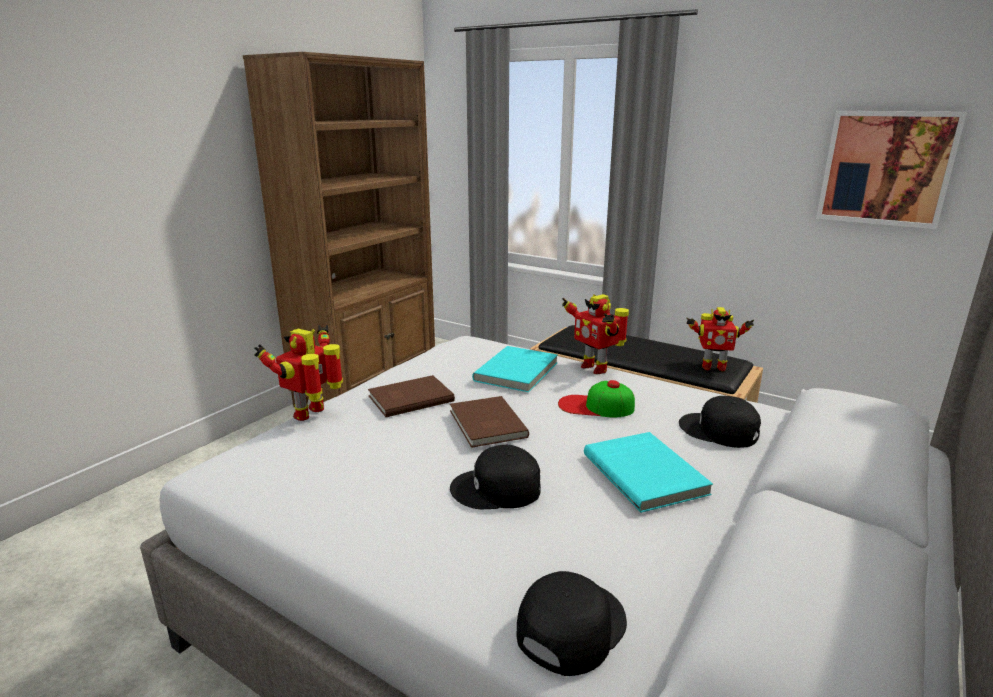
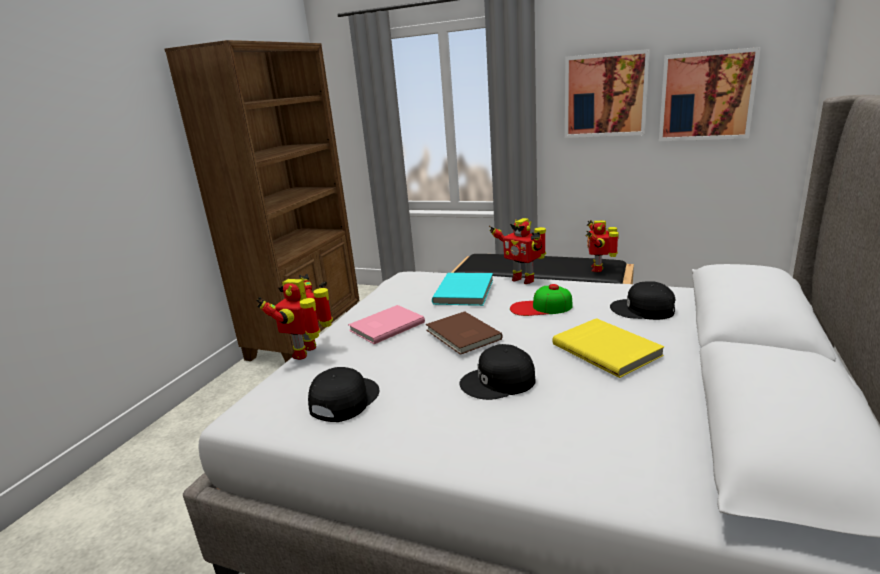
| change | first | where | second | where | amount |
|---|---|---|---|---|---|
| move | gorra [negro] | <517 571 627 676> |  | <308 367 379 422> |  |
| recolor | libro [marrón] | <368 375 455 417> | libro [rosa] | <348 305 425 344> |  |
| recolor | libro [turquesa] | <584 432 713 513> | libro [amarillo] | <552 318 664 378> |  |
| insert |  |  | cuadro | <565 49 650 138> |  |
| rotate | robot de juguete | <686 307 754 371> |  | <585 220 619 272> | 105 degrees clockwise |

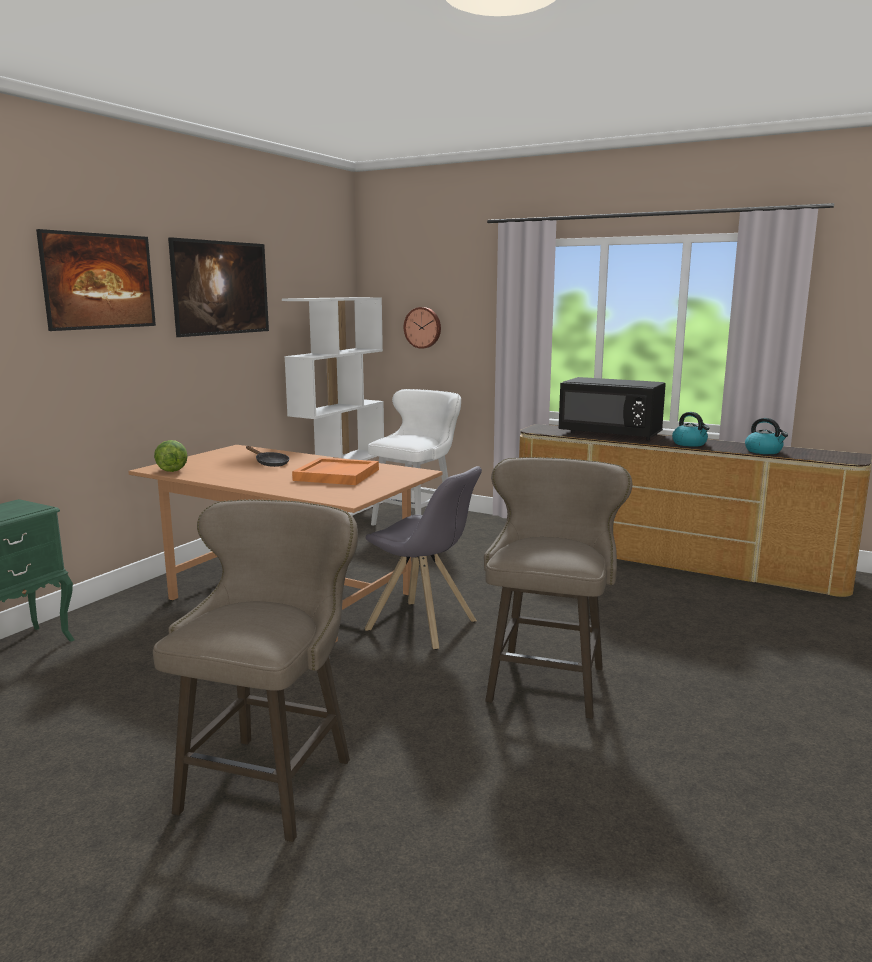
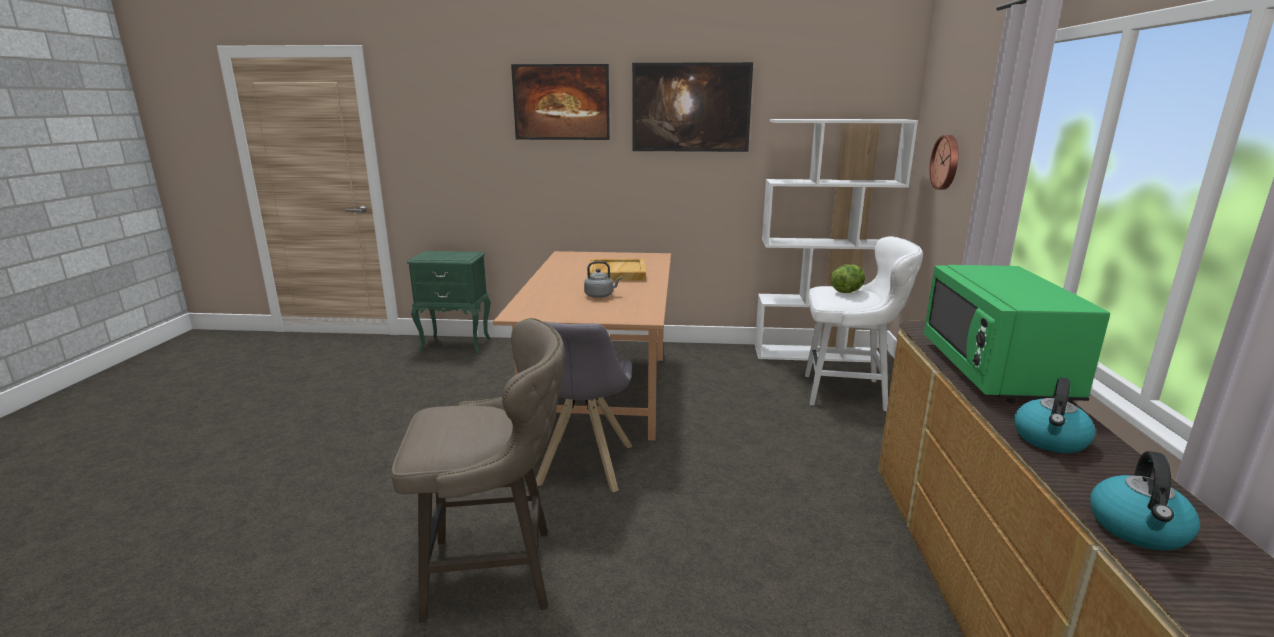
| change | first | where | second | where | amount |
|---|---|---|---|---|---|
| replace | bandeja [naranja] | <292 458 379 485> | hervidor [gris] | <584 261 622 298> |  |
| replace | sartén [negro] | <246 446 290 467> | bandeja [beis] | <587 258 646 281> |  |
| move | lechuga | <154 440 188 472> |  | <831 264 865 293> |  |
| recolor | microondas [negro] | <559 377 666 440> | microondas [verde] | <924 265 1110 403> |  |
| delete | taburete [beis] | <153 499 358 842> |  |  |  |

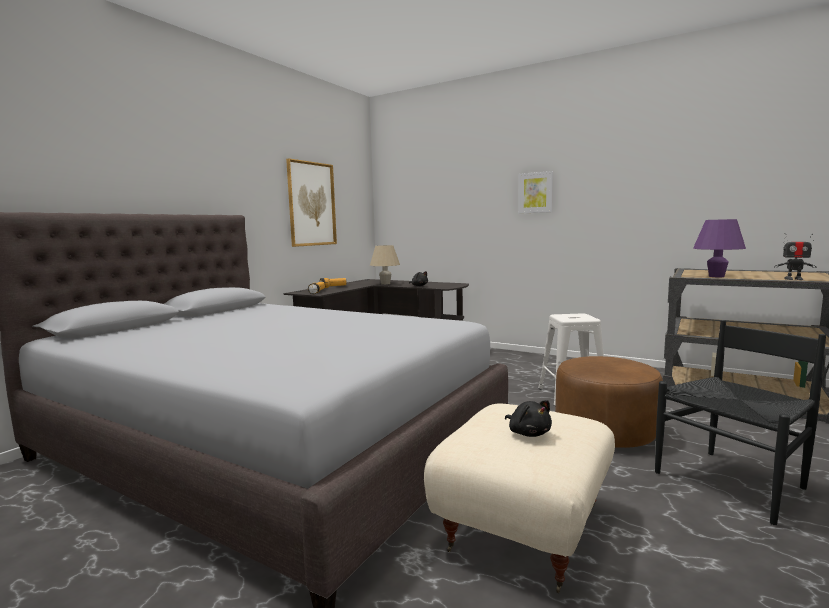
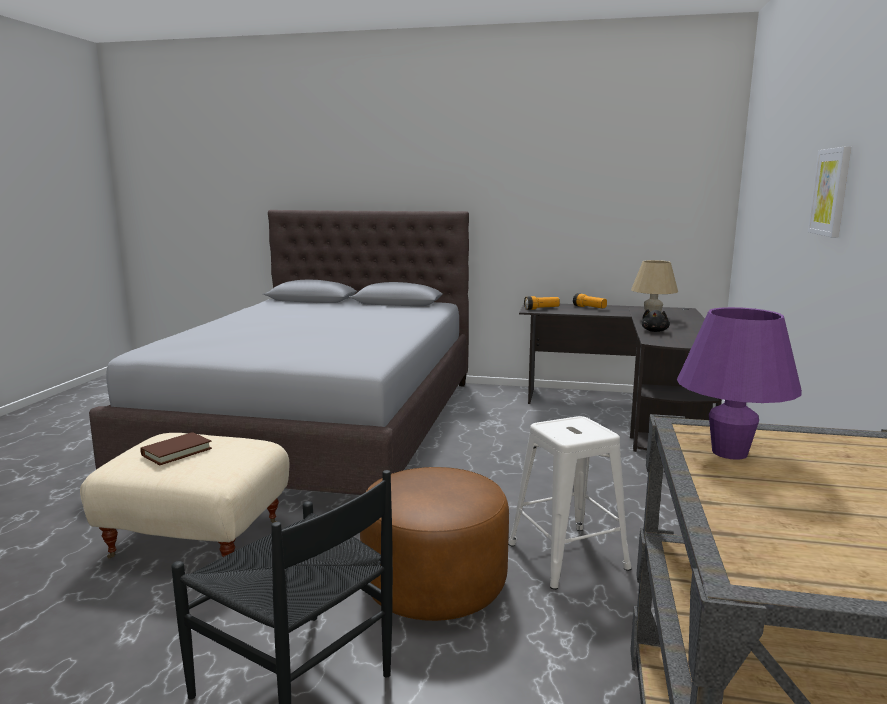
| change | first | where | second | where | amount |
|---|---|---|---|---|---|
| replace | peluche [negro] | <505 400 552 437> | libro [marrón] | <140 432 212 465> |  |
| delete | cuadro | <286 158 337 247> |  |  |  |
| delete | robot de juguete | <774 233 816 280> |  |  |  |

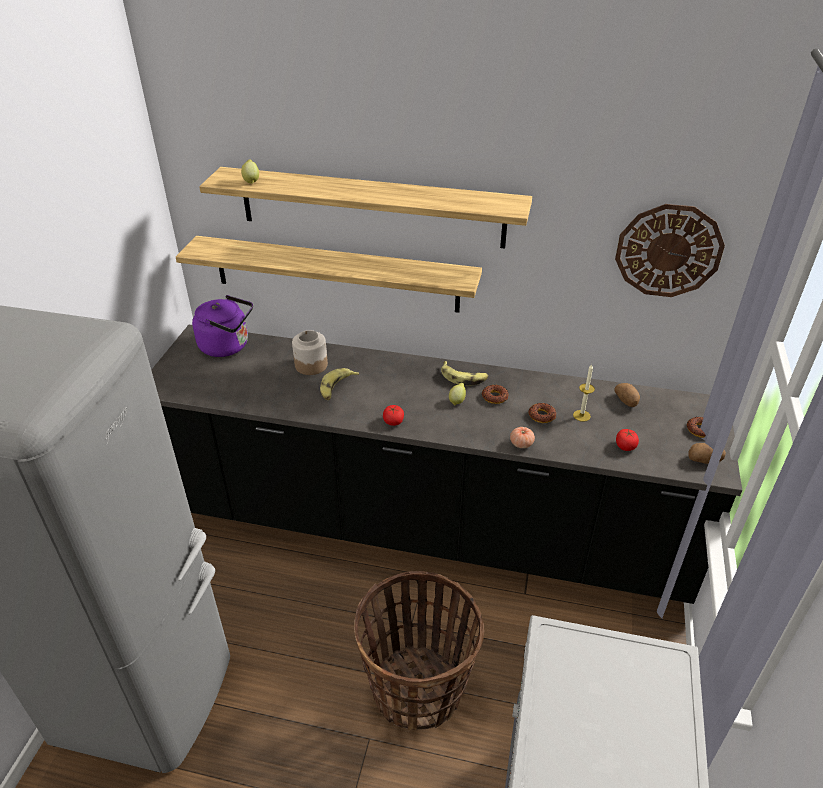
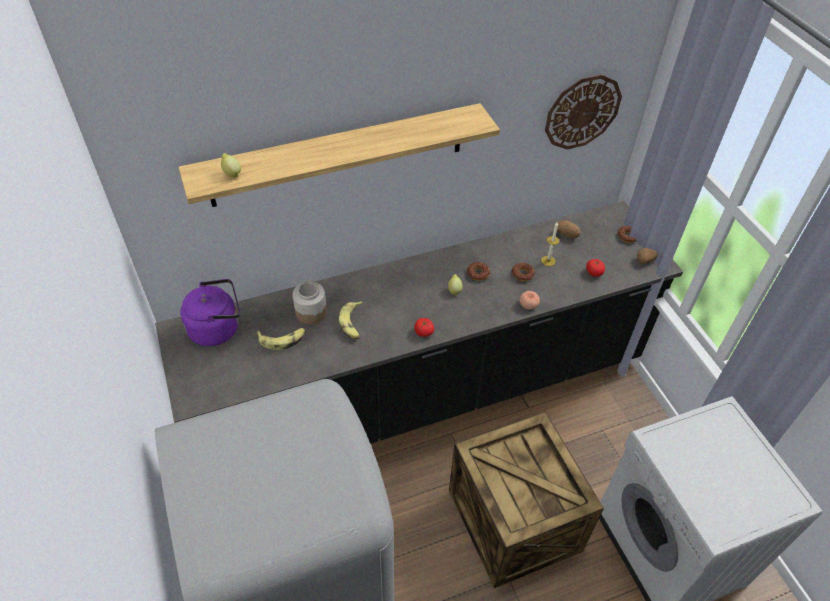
| change | first | where | second | where | amount |
|---|---|---|---|---|---|
| move | plátano | <441 361 488 386> |  | <257 328 305 350> |  |
| replace | cesta | <354 571 484 730> | caja de embalaje | <449 412 604 588> |  |
| delete | estante | <176 236 482 313> |  |  |  |

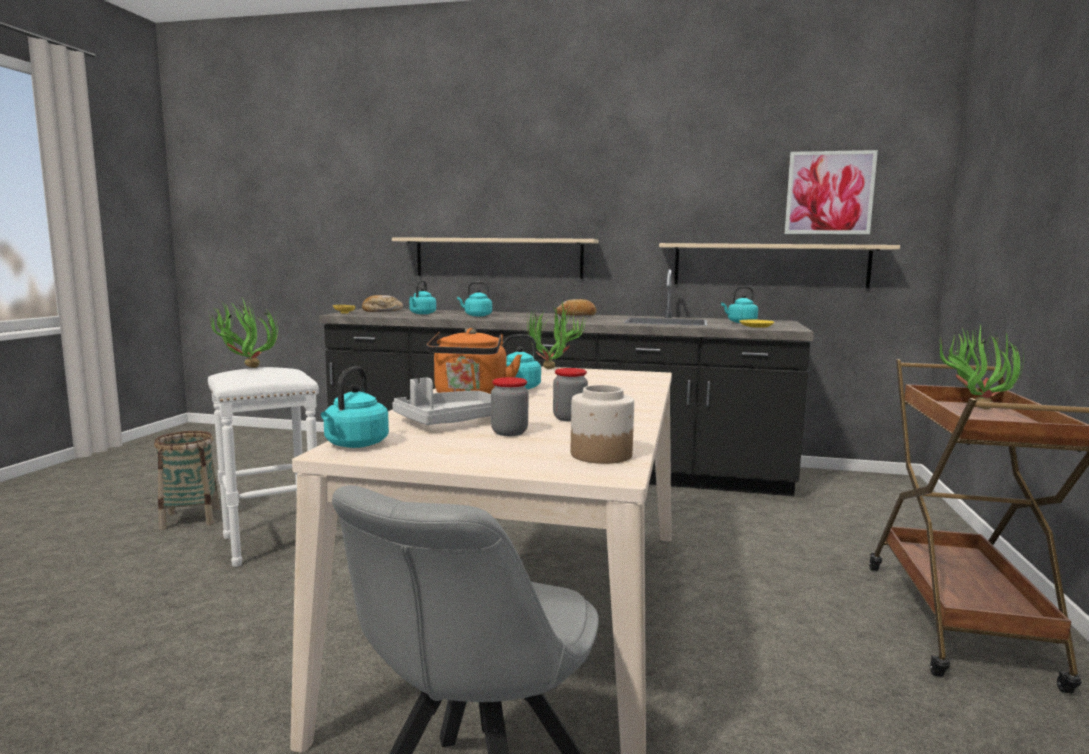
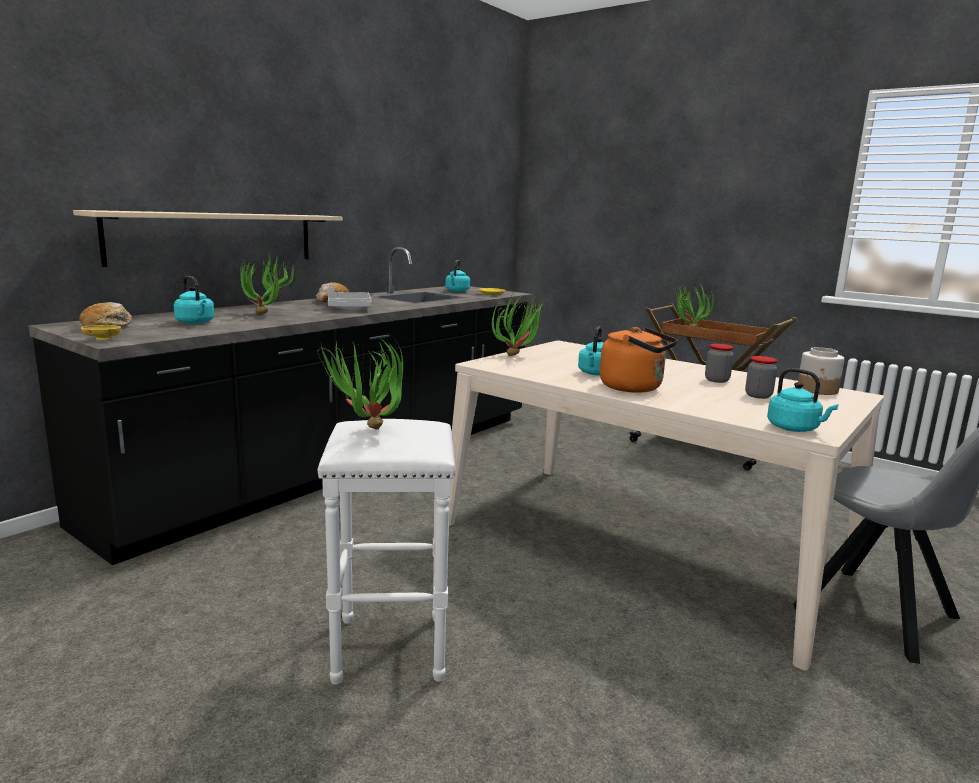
| change | first | where | second | where | amount |
|---|---|---|---|---|---|
| replace | hervidor [turquesa] | <457 281 492 316> | planta en maceta | <240 253 294 314> |  |
| move | bandeja [gris] | <392 378 491 425> |  | <328 286 372 309> |  |
| delete | cesta | <154 431 220 530> |  |  |  |
| delete | estante [beis] | <659 243 900 288> |  |  |  |
| delete | cuadro | <784 150 878 234> |  |  |  |

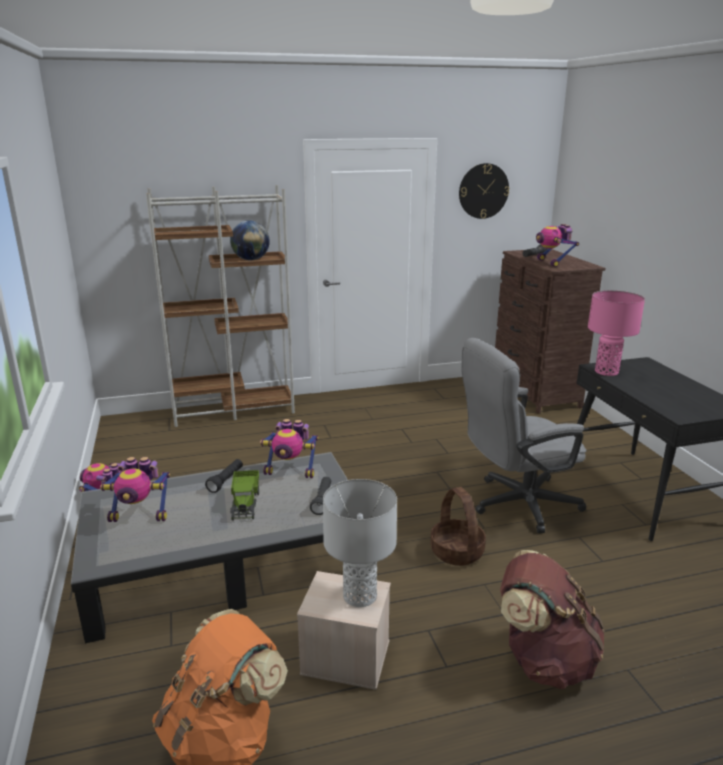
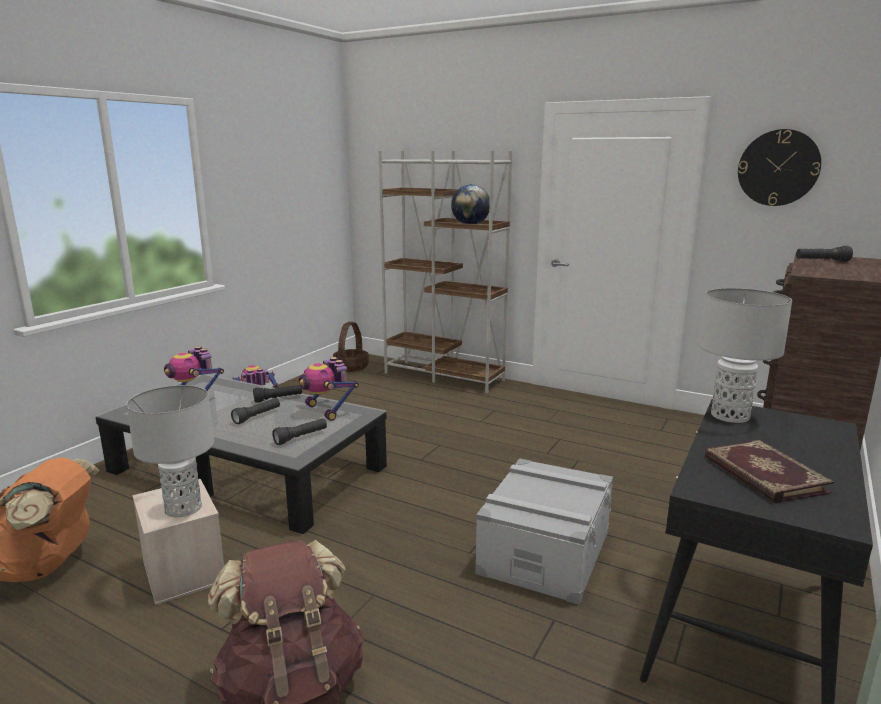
| change | first | where | second | where | amount |
|---|---|---|---|---|---|
| replace | camión de juguete | <230 470 259 520> | linterna [negro] | <231 398 280 424> |  |
| move | cesta | <431 487 486 566> |  | <333 322 369 372> |  |
| replace | silla de oficina [gris] | <461 338 586 533> | caja de almacenaje [gris] | <475 458 613 605> |  |
| recolor | lámpara de mesa [rosa] | <588 290 645 376> | lámpara de mesa [blanco] | <698 288 792 423> |  |
| insert |  |  | libro | <705 440 834 503> |  |
| delete | robot de juguete | <536 224 579 267> |  |  |  |

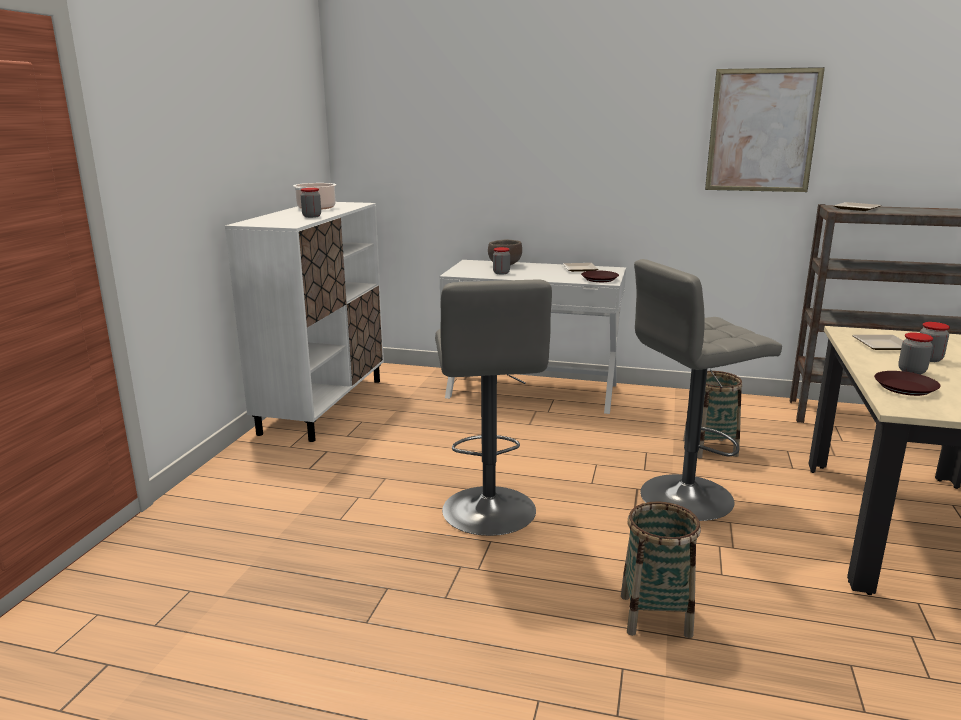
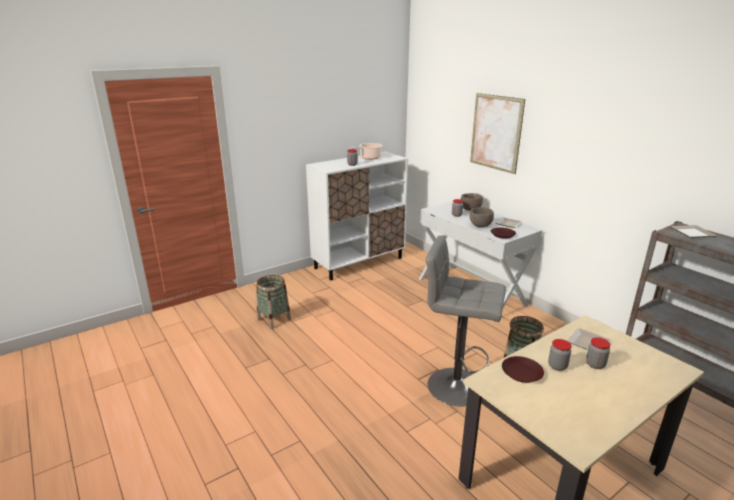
| change | first | where | second | where | amount |
|---|---|---|---|---|---|
| move | cesta | <621 502 701 638> |  | <256 275 291 329> |  |
| insert |  |  | cuenco [marrón] | <469 207 494 228> |  |
| move | cuadro | <705 67 825 192> |  | <470 93 525 174> |  |
| delete | taburete [gris] | <435 280 552 536> |  |  |  |

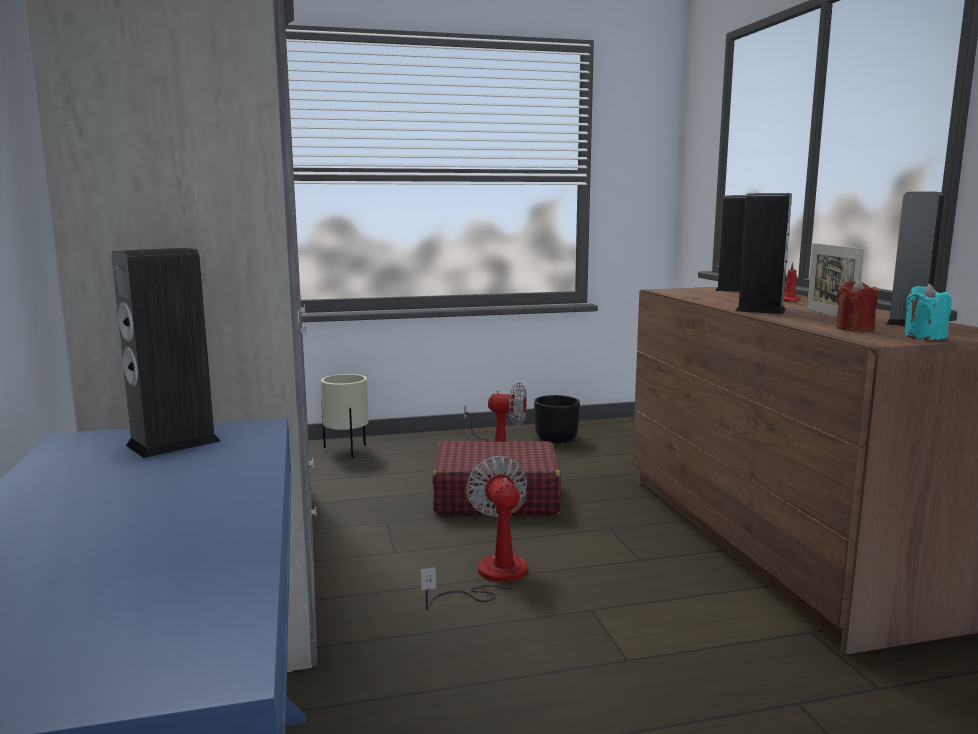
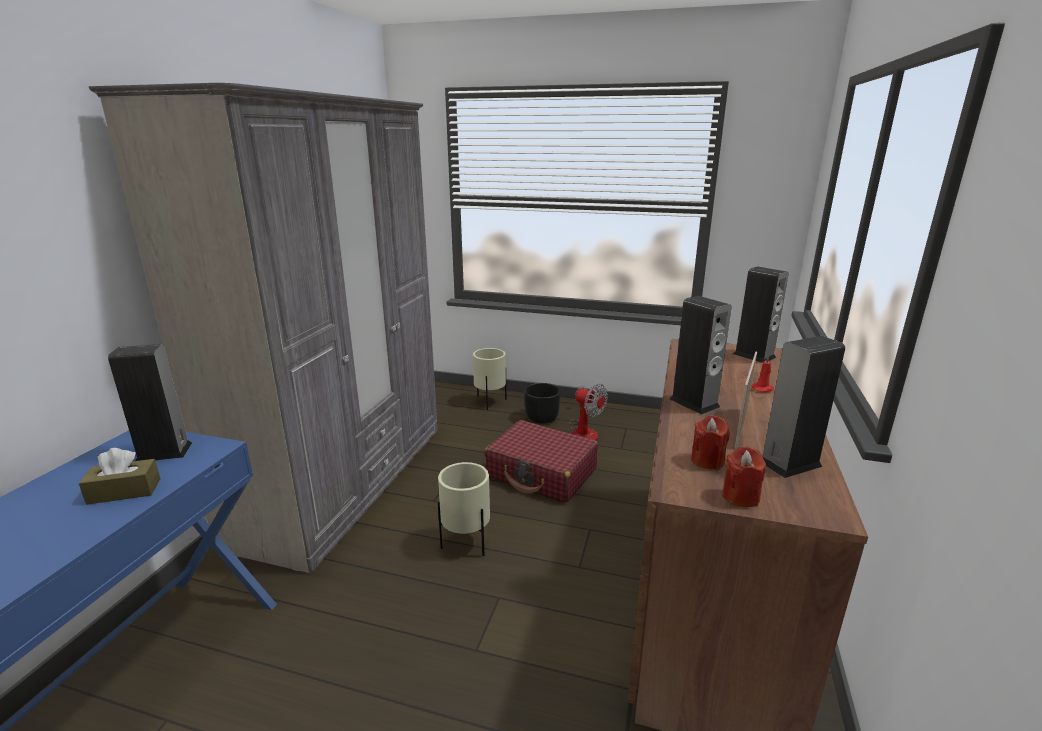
| change | first | where | second | where | amount |
|---|---|---|---|---|---|
| insert |  |  | caja de pañuelos [marrón] | <79 448 160 505> |  |
| replace | ventilador | <421 456 528 611> | maceta [beis] | <438 462 490 556> |  |
| move | maceta [negro] | <534 395 580 443> |  | <524 383 561 424> |  |
| recolor | vela [turquesa] | <904 284 952 340> | vela [rojo] | <722 447 766 507> |  |

